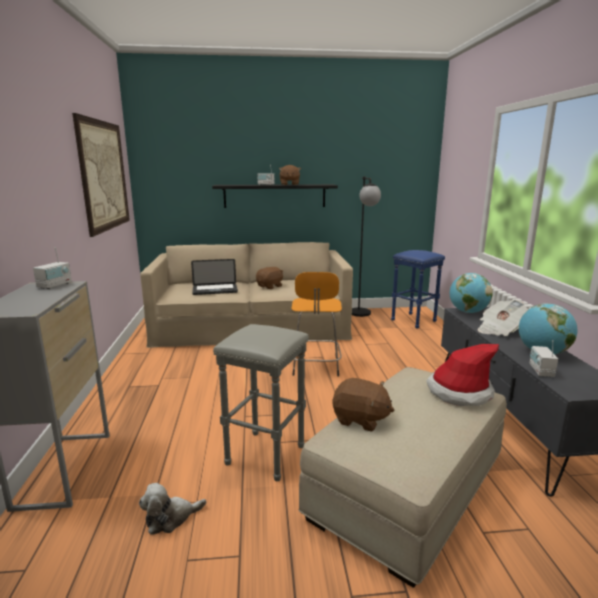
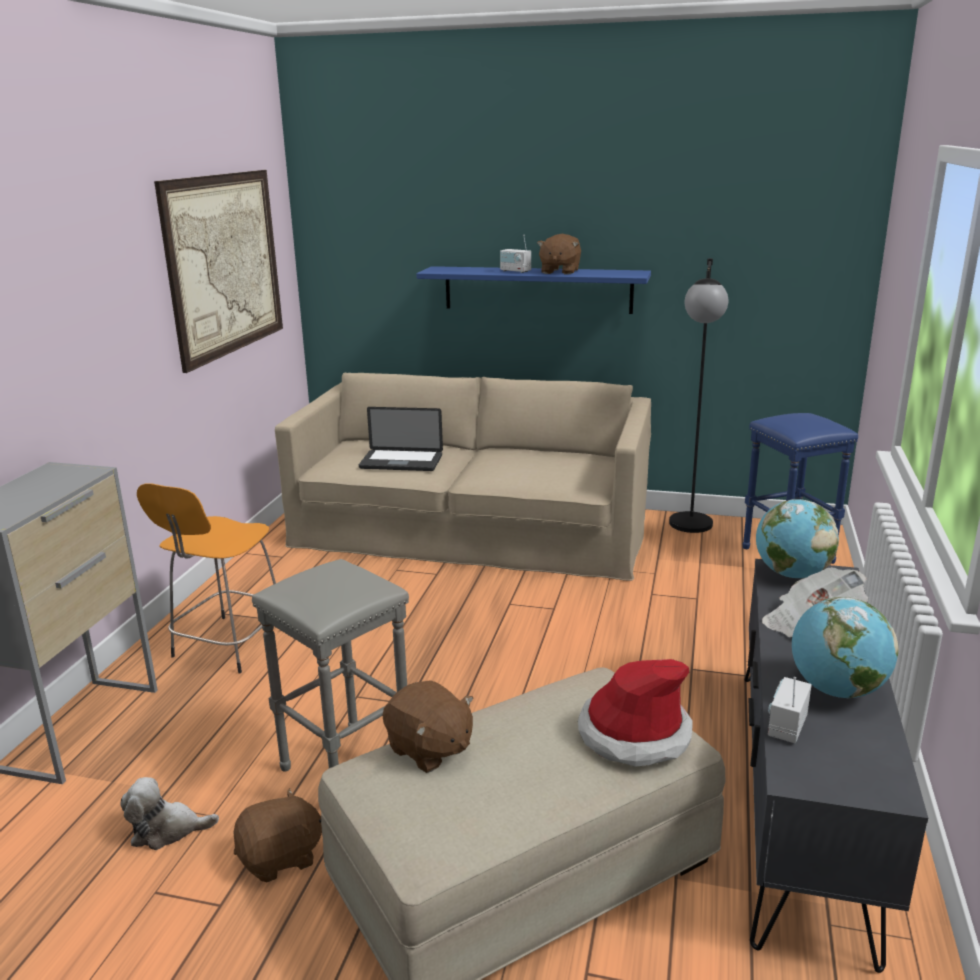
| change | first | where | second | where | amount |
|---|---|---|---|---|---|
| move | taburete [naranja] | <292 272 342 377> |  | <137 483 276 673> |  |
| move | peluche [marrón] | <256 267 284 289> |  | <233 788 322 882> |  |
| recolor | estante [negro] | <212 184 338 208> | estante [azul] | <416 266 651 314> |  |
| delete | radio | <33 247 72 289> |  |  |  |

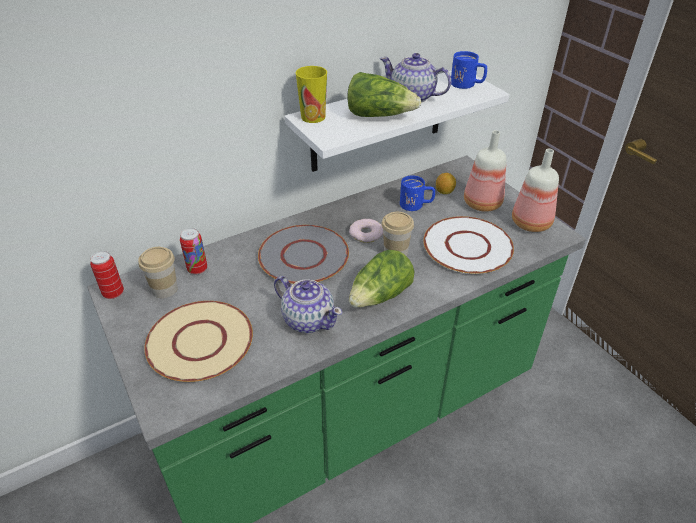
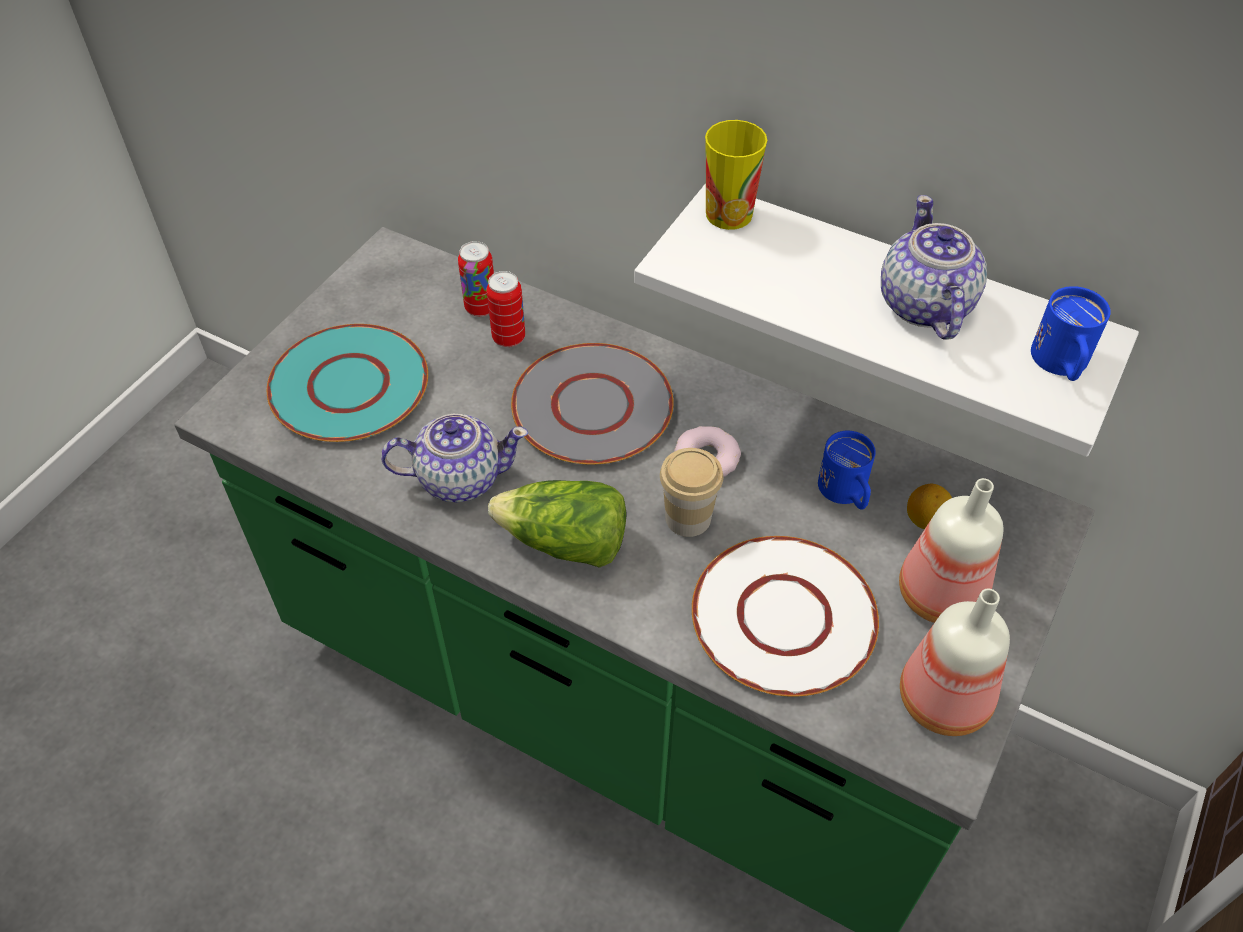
| change | first | where | second | where | amount |
|---|---|---|---|---|---|
| recolor | plato [beis] | <144 301 253 382> | plato [turquesa] | <267 324 428 442> |  |
| rotate | tetera | <274 276 343 333> |  | <381 414 528 502> | 105 degrees counterclockwise |
| move | lata | <90 251 124 299> |  | <486 271 525 347> |  |
| delete | taza | <138 247 178 298> |  |  |  |
| delete | lechuga | <347 72 421 117> |  |  |  |

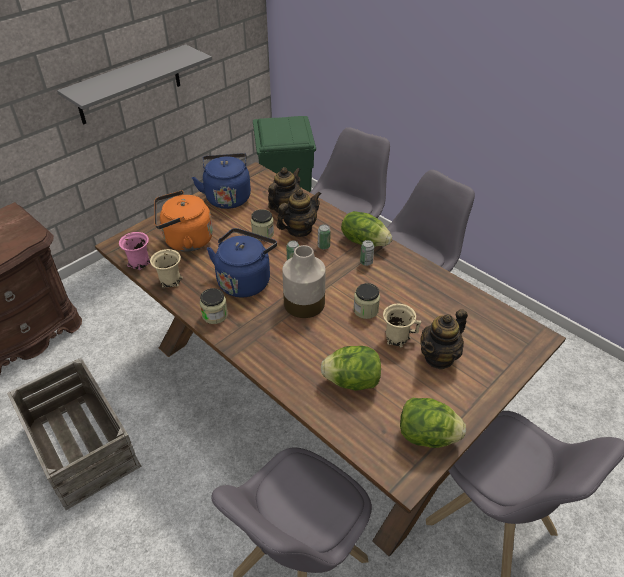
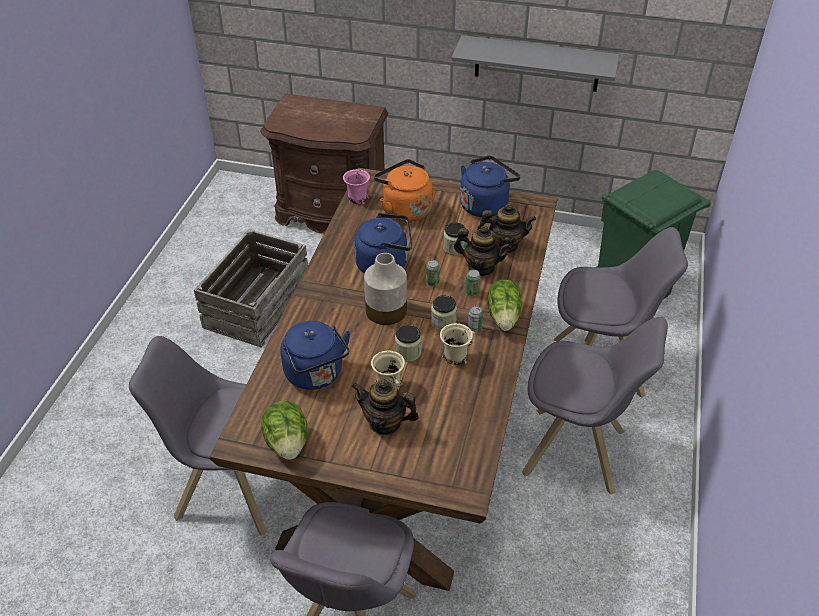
| change | first | where | second | where | amount |
|---|---|---|---|---|---|
| replace | lechuga | <321 346 381 391> | hervidor [azul] | <280 321 350 390> |  |
| move | tarro | <200 288 228 324> |  | <431 295 457 331> |  |
| move | taza grande [beis] | <150 249 182 288> |  | <440 323 474 367> |  |

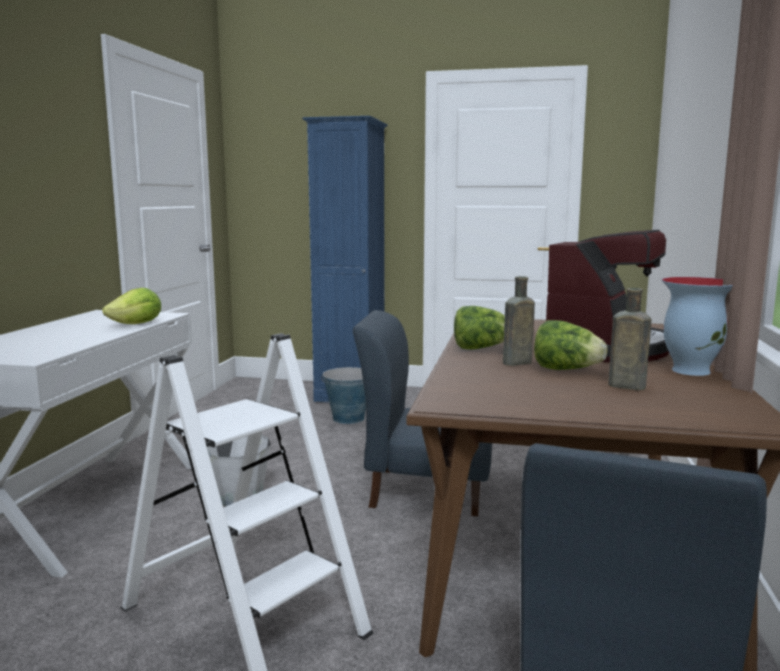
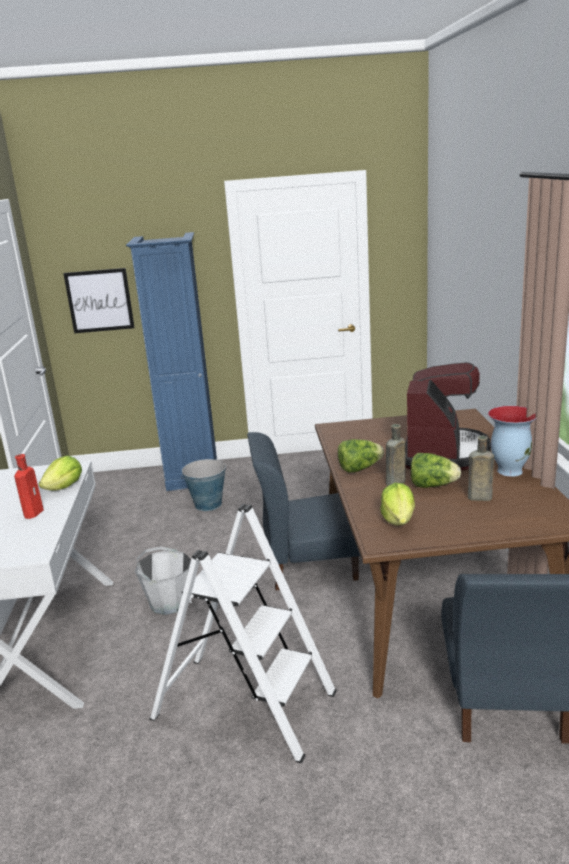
| change | first | where | second | where | amount |
|---|---|---|---|---|---|
| insert |  |  | botella [rojo] | <14 454 44 519> |  |
| insert |  |  | cuadro | <63 268 135 333> |  |
| insert |  |  | lechuga | <380 483 415 526> |  |

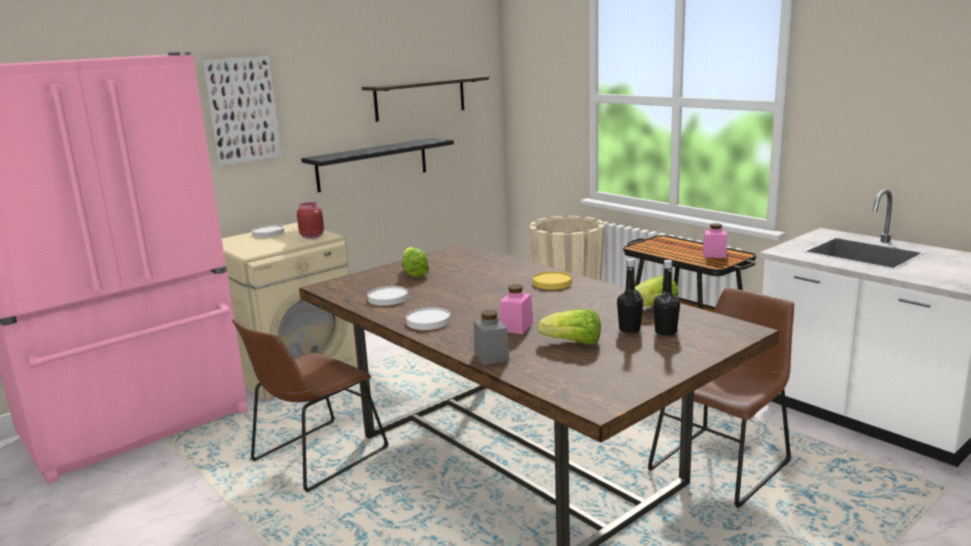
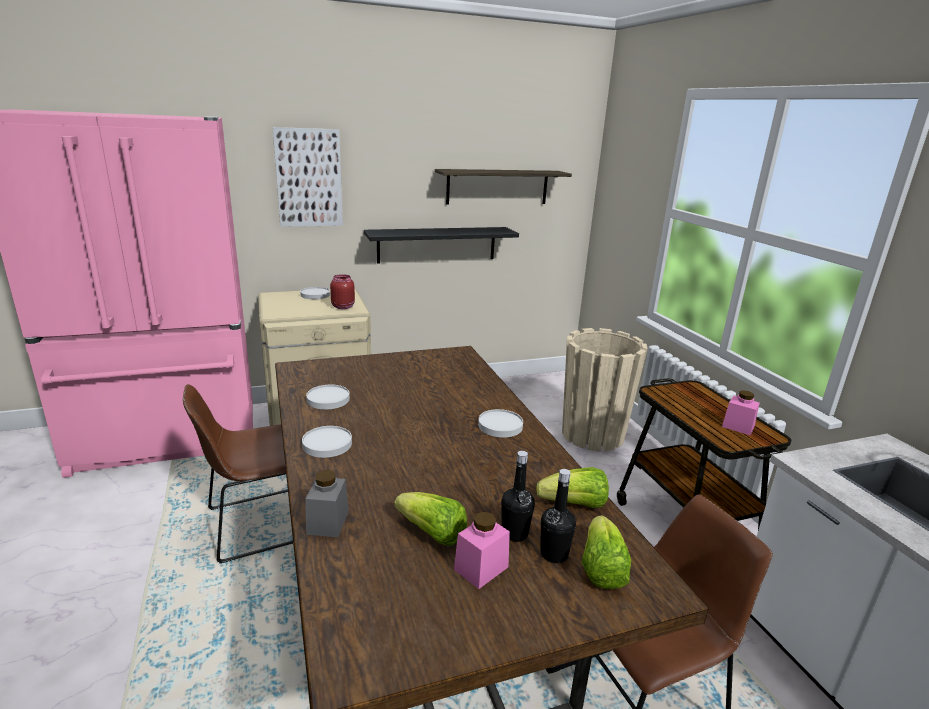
| change | first | where | second | where | amount |
|---|---|---|---|---|---|
| move | tarro [rosa] | <500 284 533 334> |  | <454 512 510 589> |  |
| recolor | plato [amarillo] | <533 271 572 290> | plato [blanco] | <478 409 523 438> |  |
| move | lechuga | <402 247 429 277> |  | <582 516 631 589> |  |

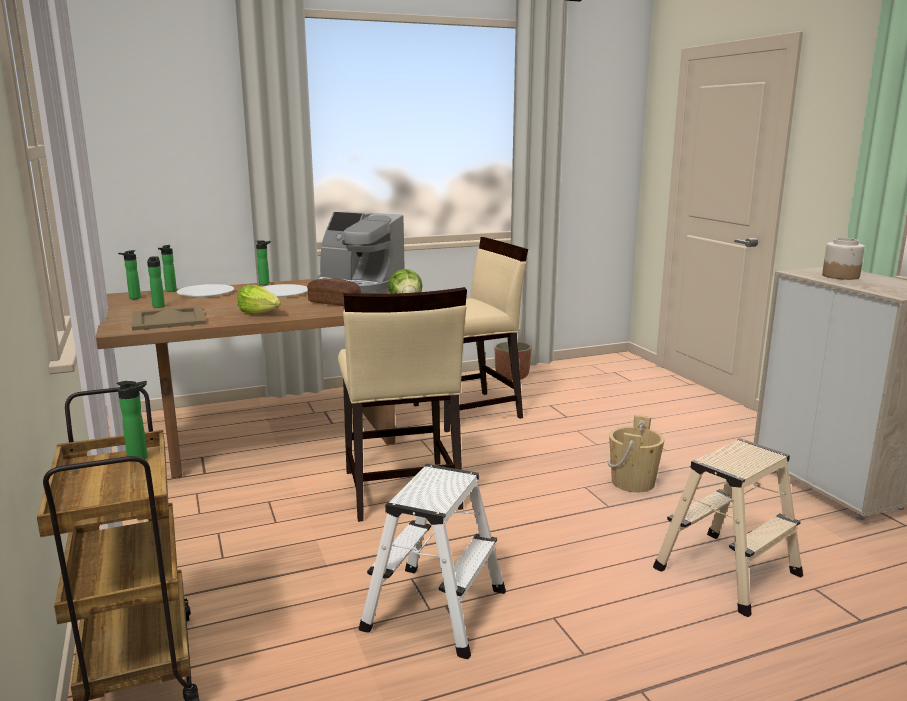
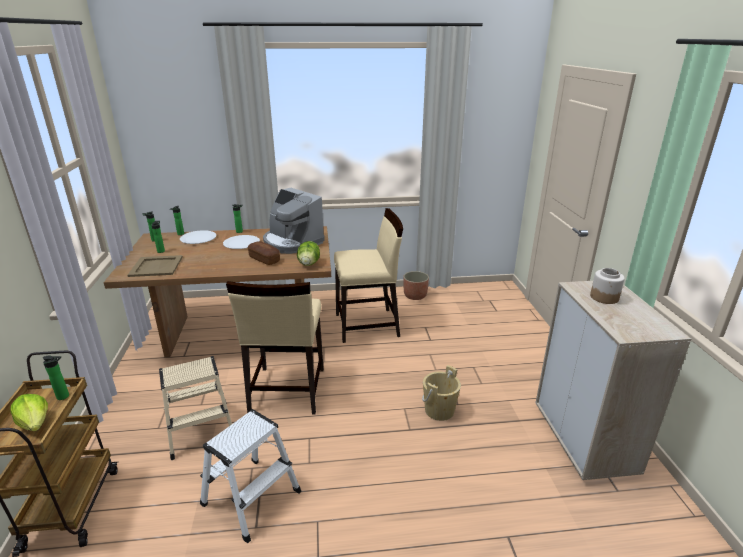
| change | first | where | second | where | amount |
|---|---|---|---|---|---|
| move | lechuga | <237 285 281 314> |  | <10 394 48 432> |  |
| move | escalera de tijera [beis] | <653 438 803 617> |  | <159 356 232 460> |  |

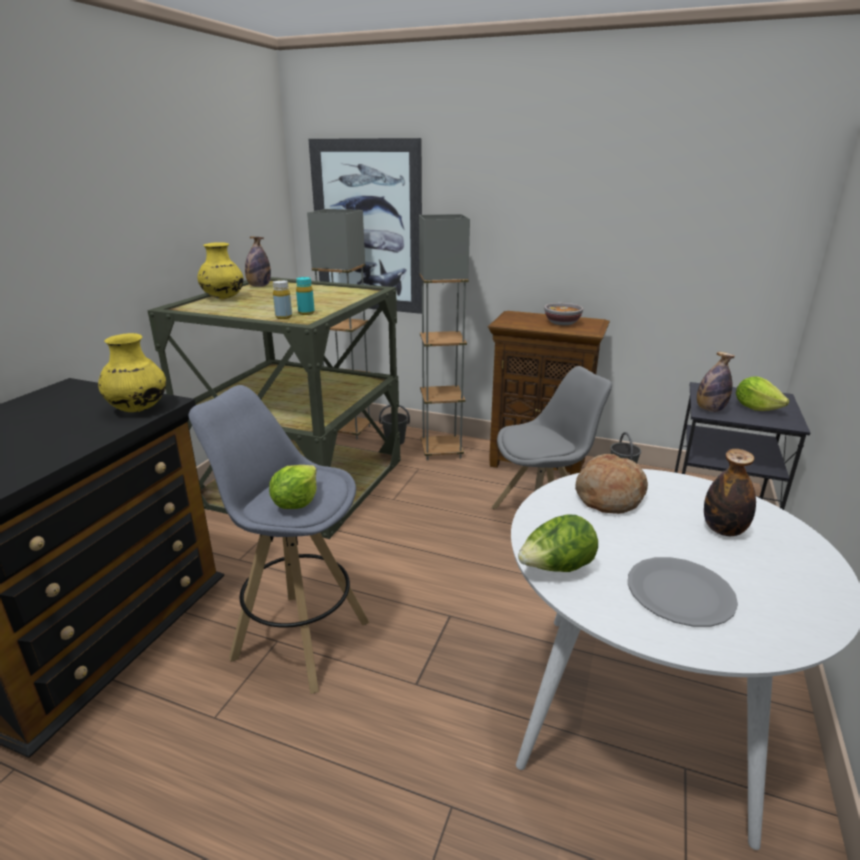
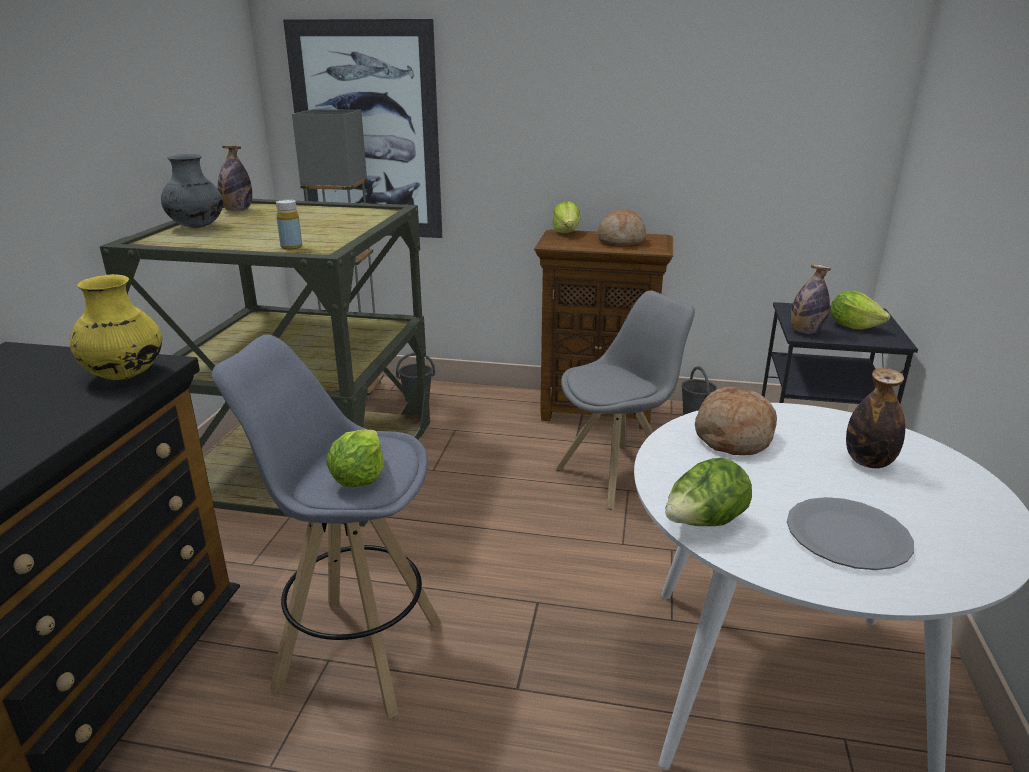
| change | first | where | second | where | amount |
|---|---|---|---|---|---|
| recolor | florero [amarillo] | <197 242 244 299> | florero [gris] | <161 154 223 228> |  |
| insert |  |  | lechuga | <552 201 580 233> |  |
| replace | cuenco | <545 303 583 325> | pan | <598 210 646 246> |  |
| delete | botella [turquesa] | <296 277 315 315> |  |  |  |
| delete | lámpara de pie [gris] | <419 214 470 461> |  |  |  |

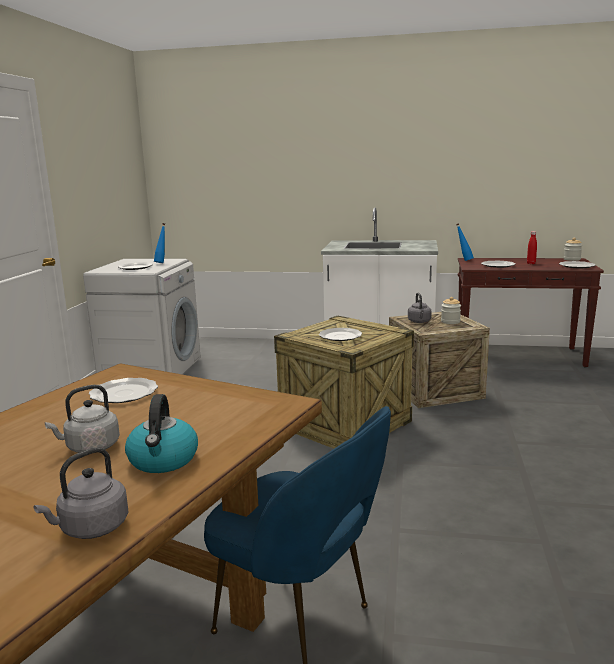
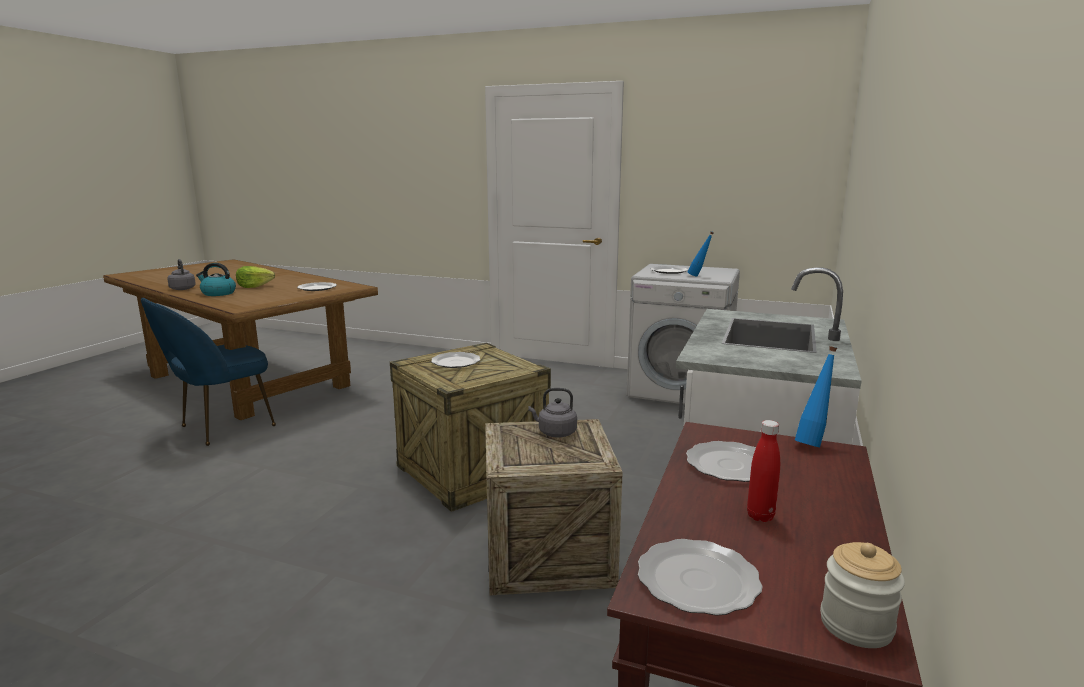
| change | first | where | second | where | amount |
|---|---|---|---|---|---|
| replace | hervidor [gris] | <45 385 120 453> | lechuga | <236 266 275 288> |  |
| delete | tarro | <441 297 461 324> |  |  |  |

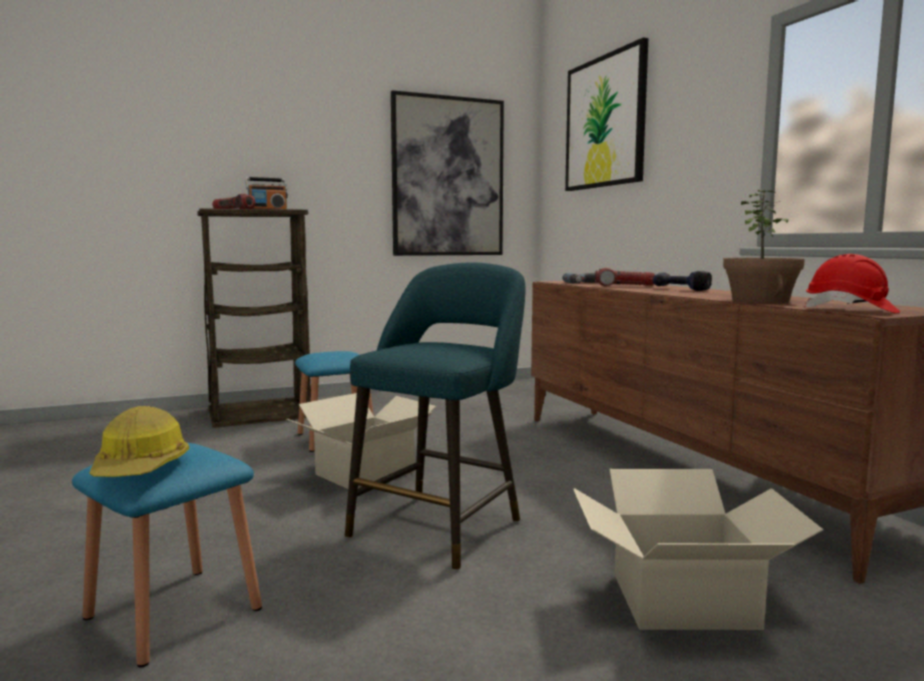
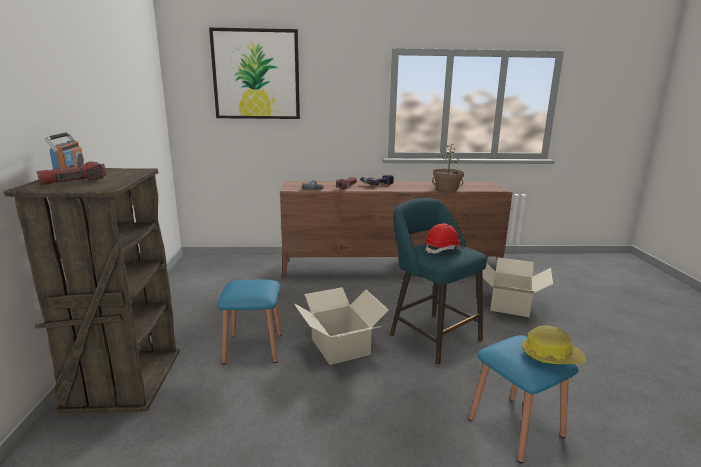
| change | first | where | second | where | amount |
|---|---|---|---|---|---|
| move | casco [rojo] | <805 254 900 313> |  | <425 223 462 254> |  |
| delete | cuadro | <391 90 504 256> |  |  |  |

